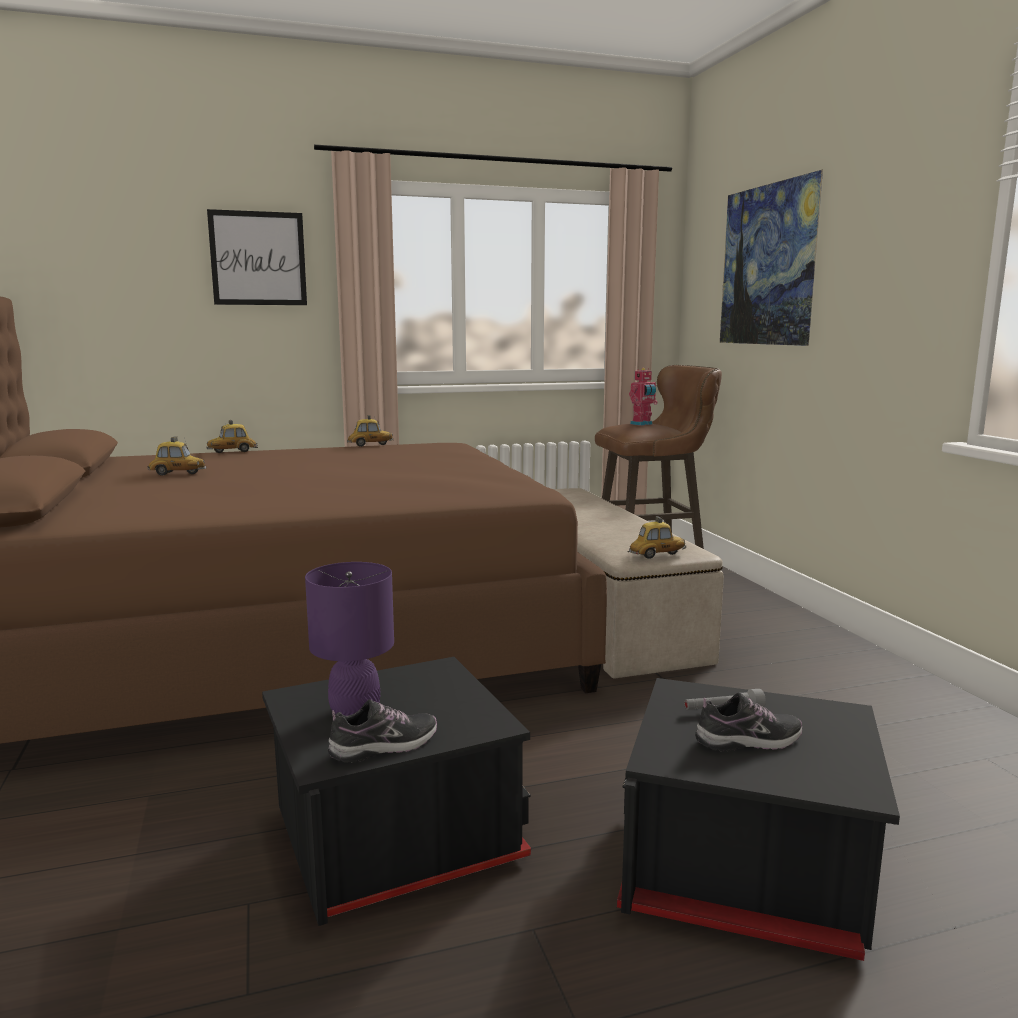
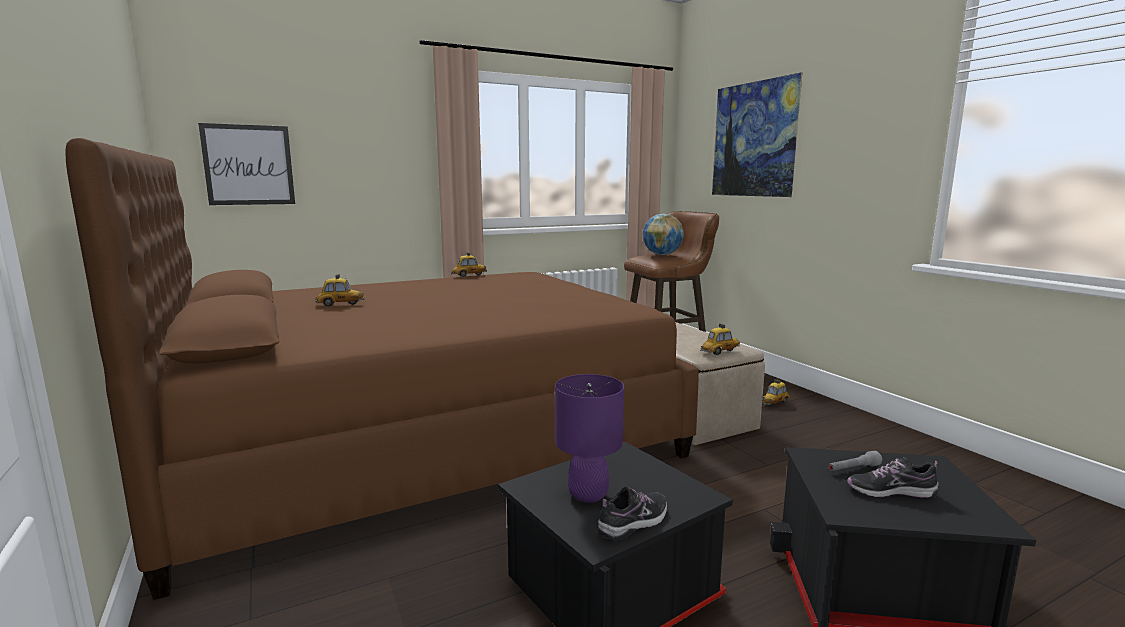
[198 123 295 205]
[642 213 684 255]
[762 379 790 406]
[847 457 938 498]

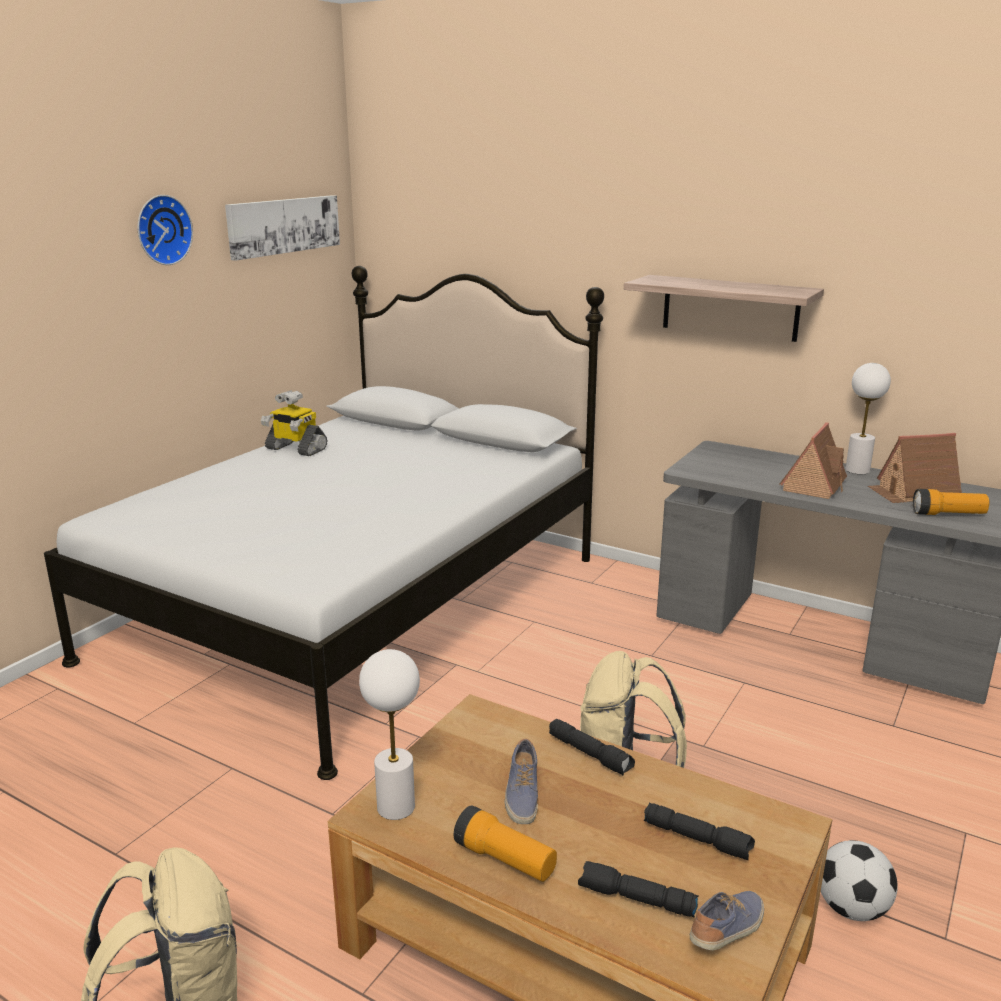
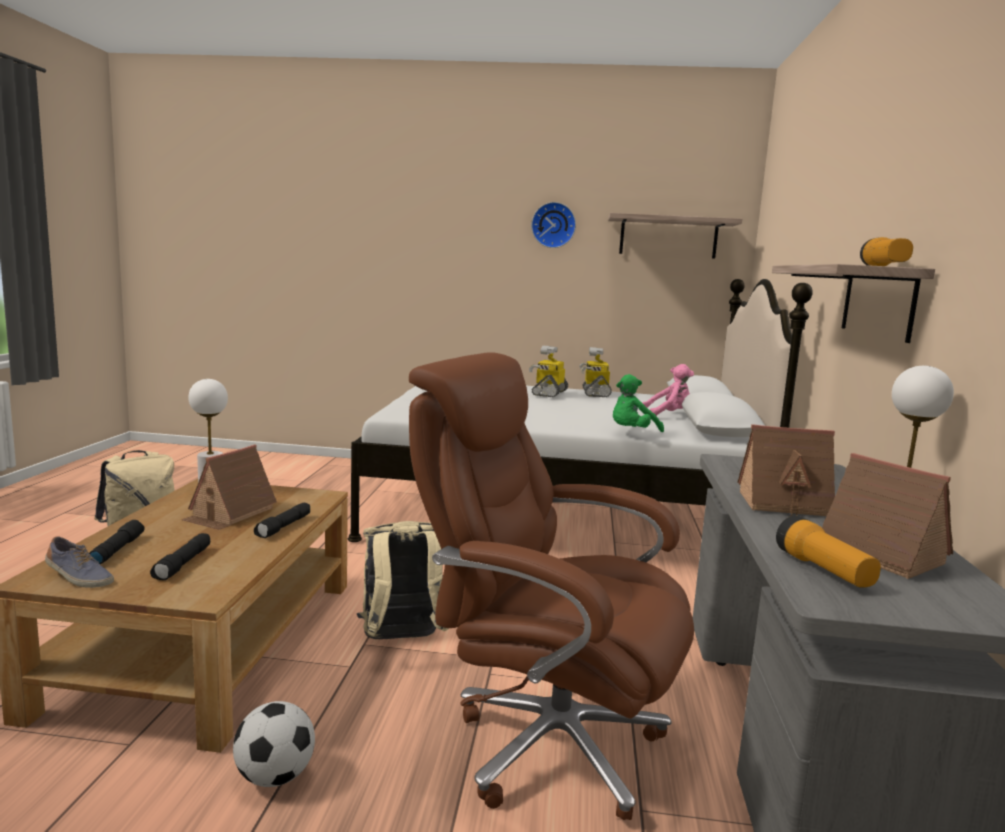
[182 444 277 530]
[409 352 694 820]
[529 346 568 397]
[608 213 742 259]
[613 374 664 432]
[642 364 694 416]
[860 237 913 266]

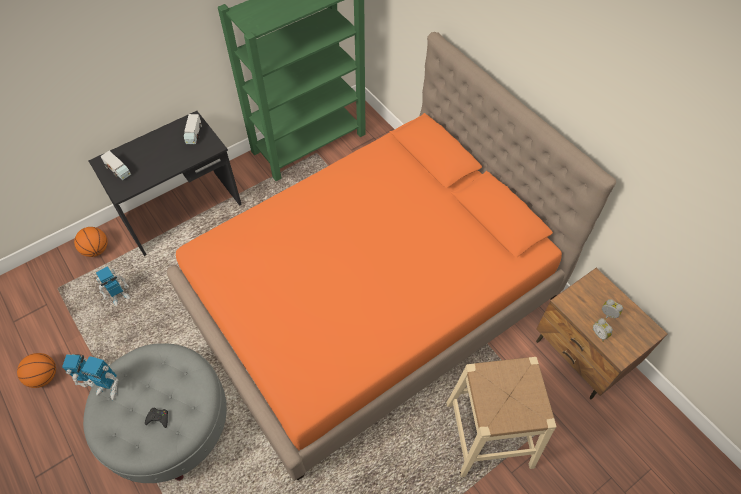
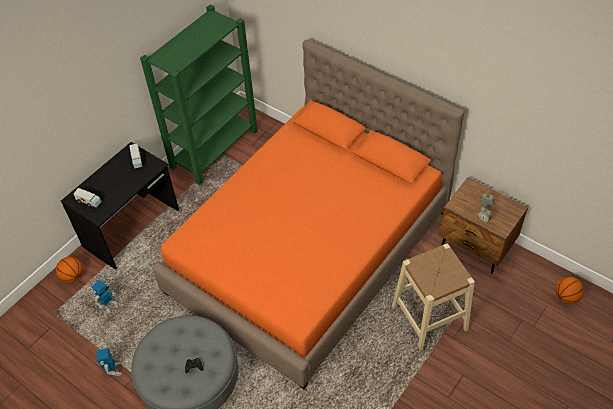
[555 277 584 304]
[81 356 118 400] (first image)

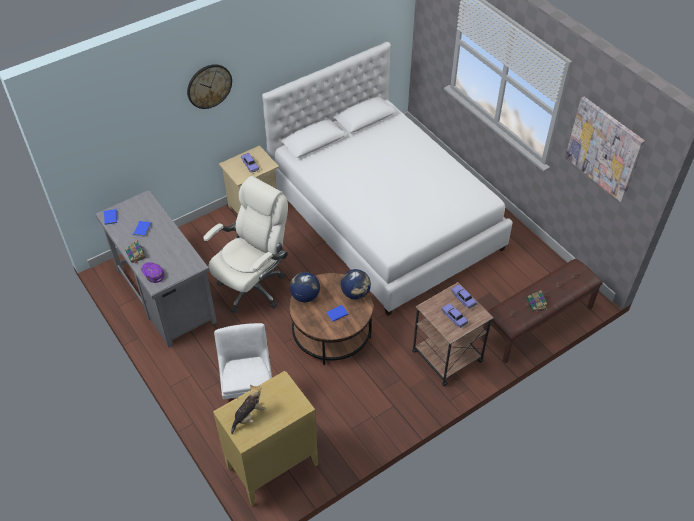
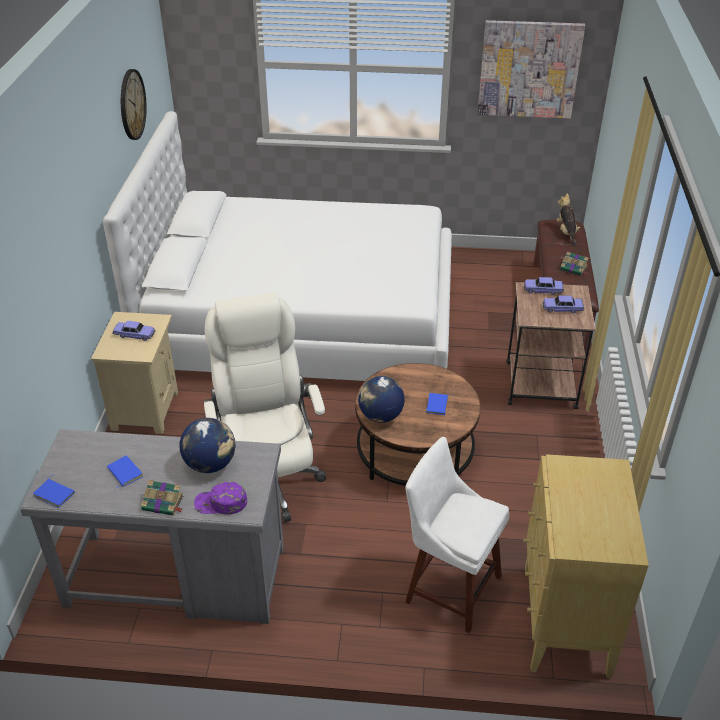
[121 69 147 140]
[180 418 235 473]
[556 193 580 246]

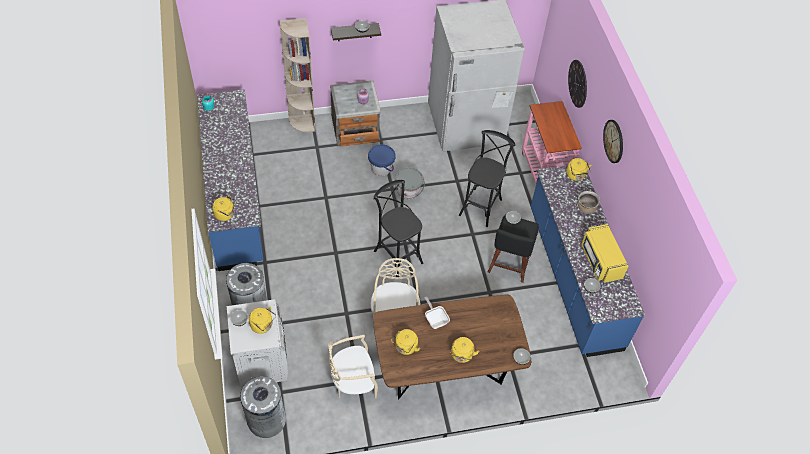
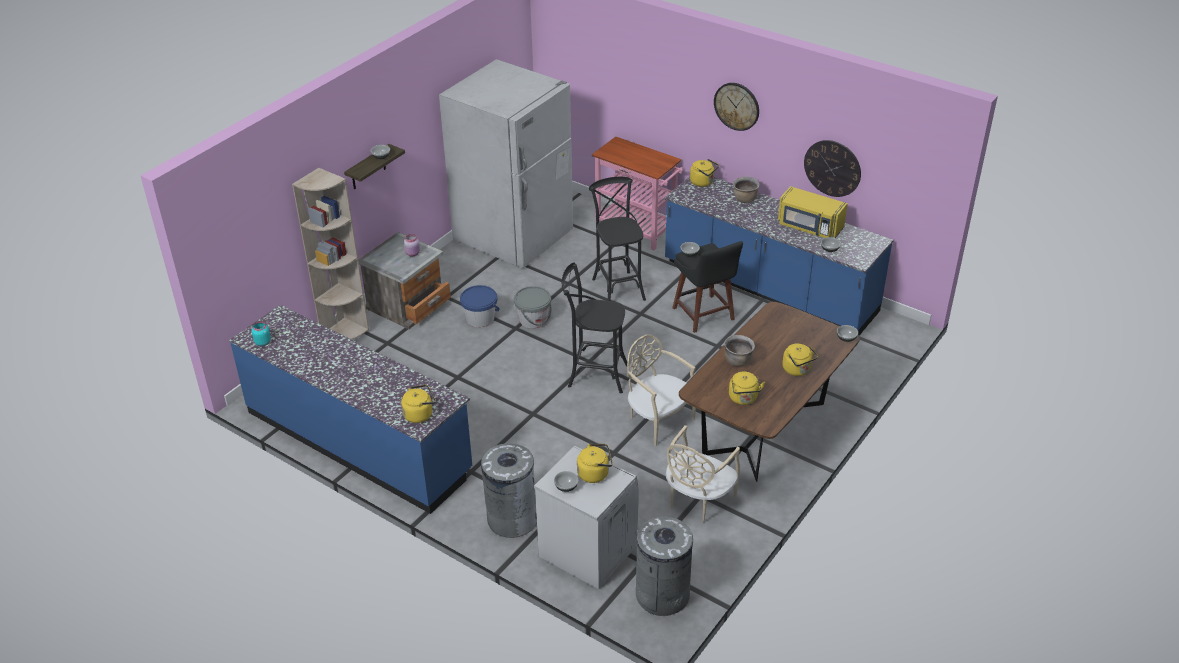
[724 335 755 366]
[804 140 861 197]

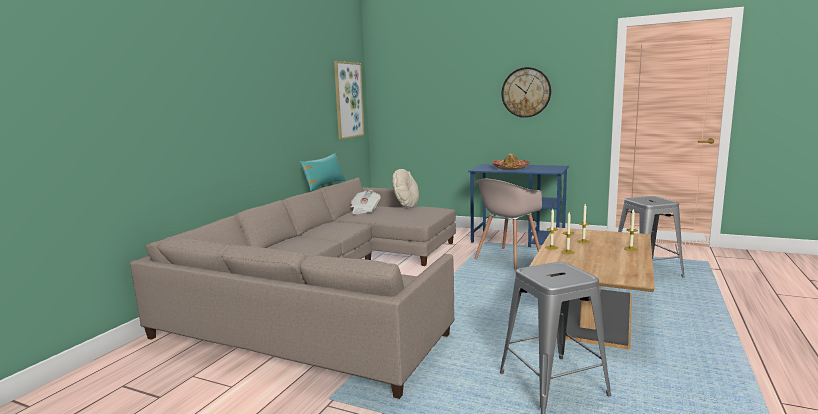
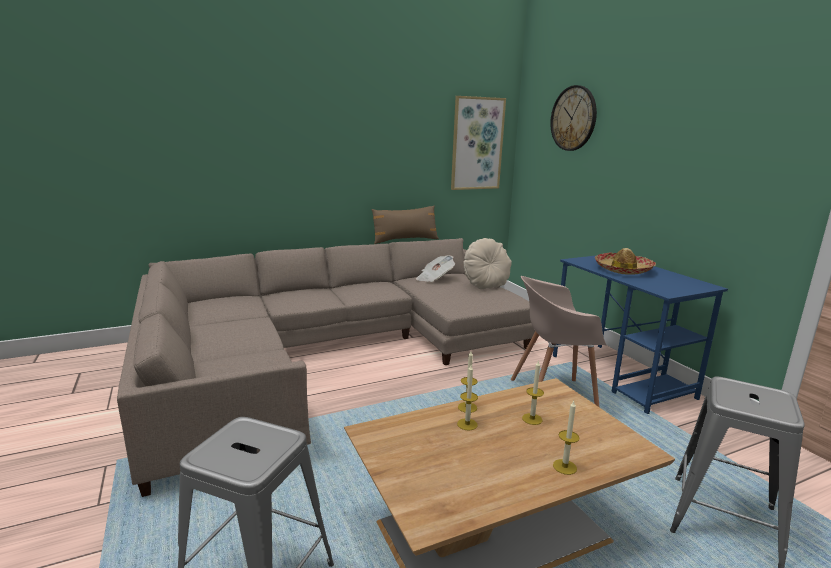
[371 205 439 244]
[550 85 597 151]

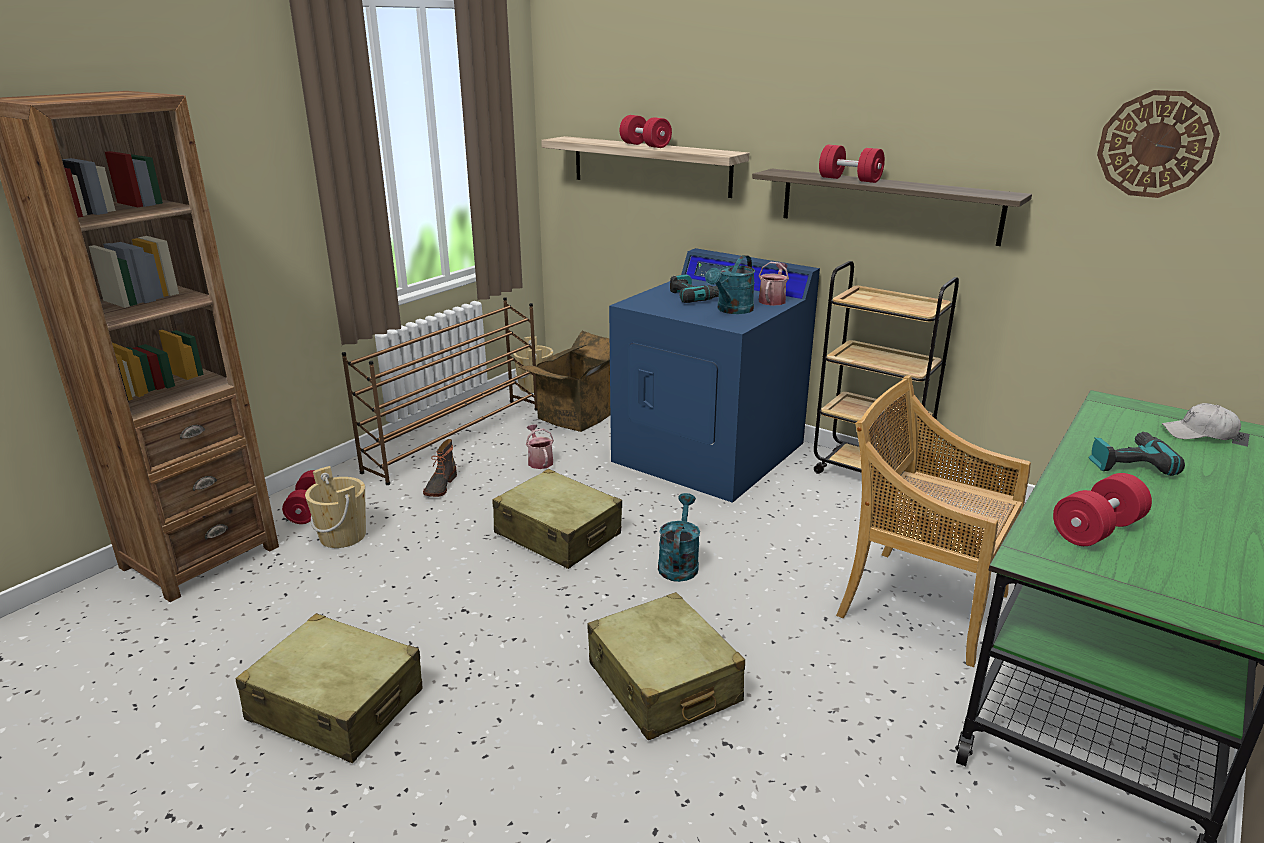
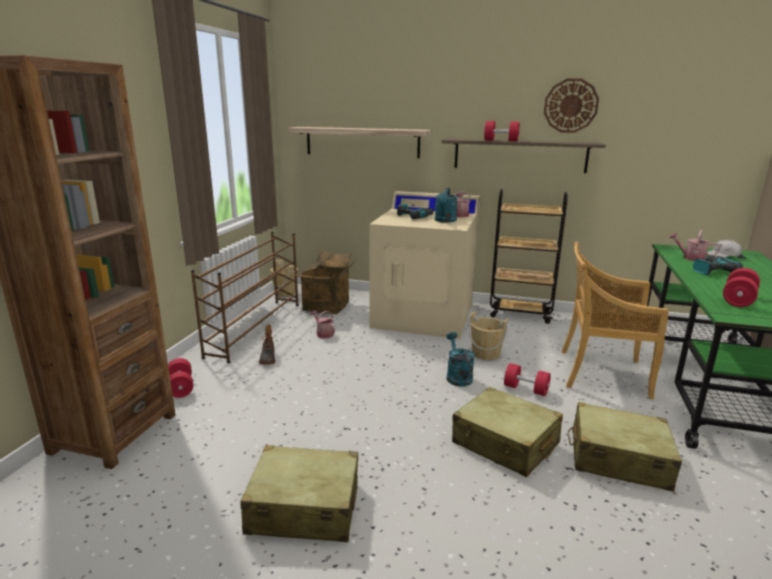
[369 191 480 339]
[469 312 508 360]
[504 363 551 396]
[544 79 599 133]
[568 402 682 492]
[668 230 721 261]

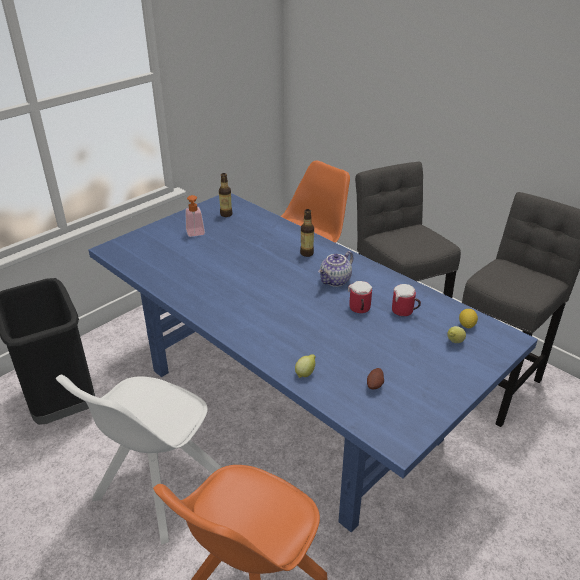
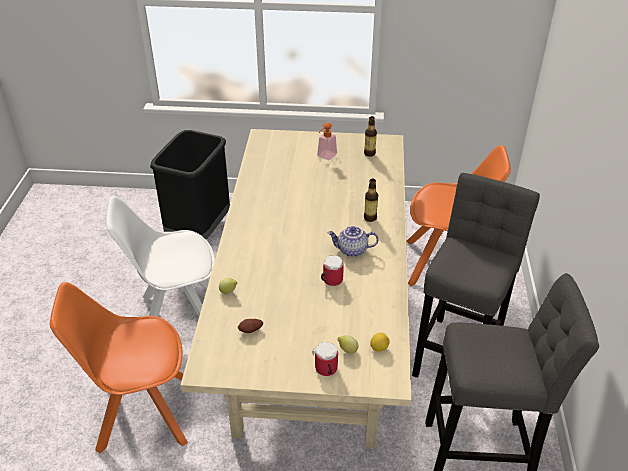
[181 129 412 448]
[312 342 338 376]

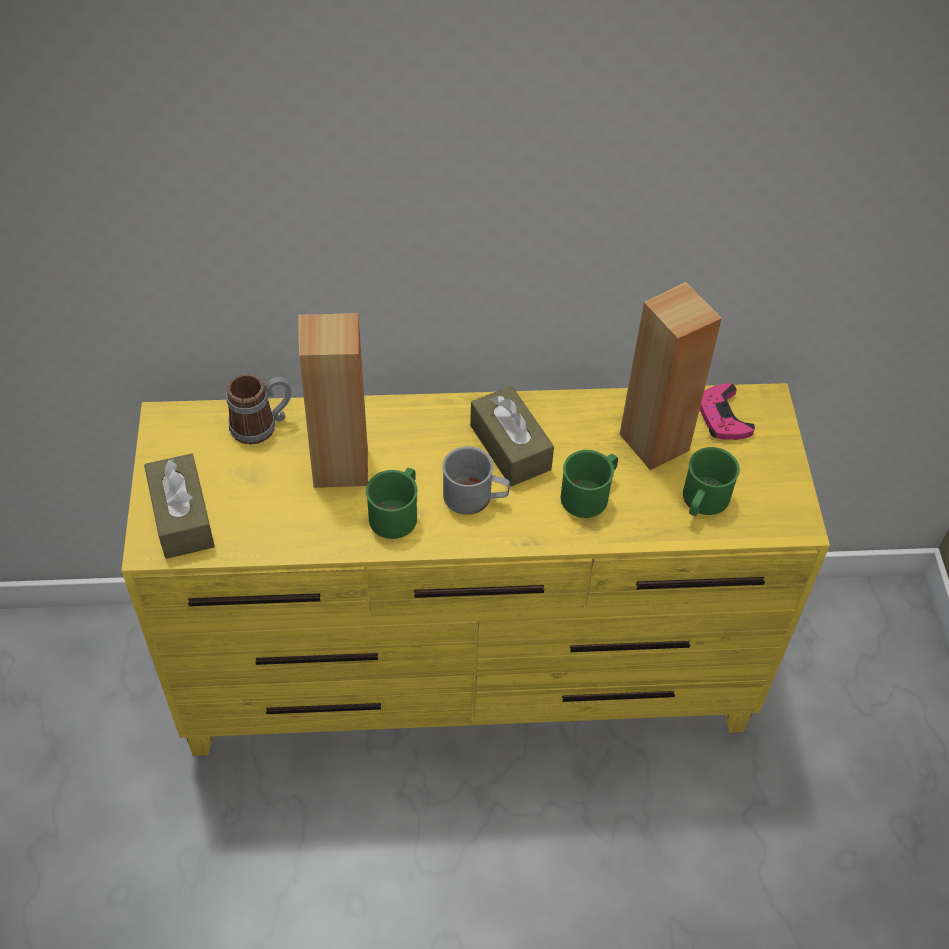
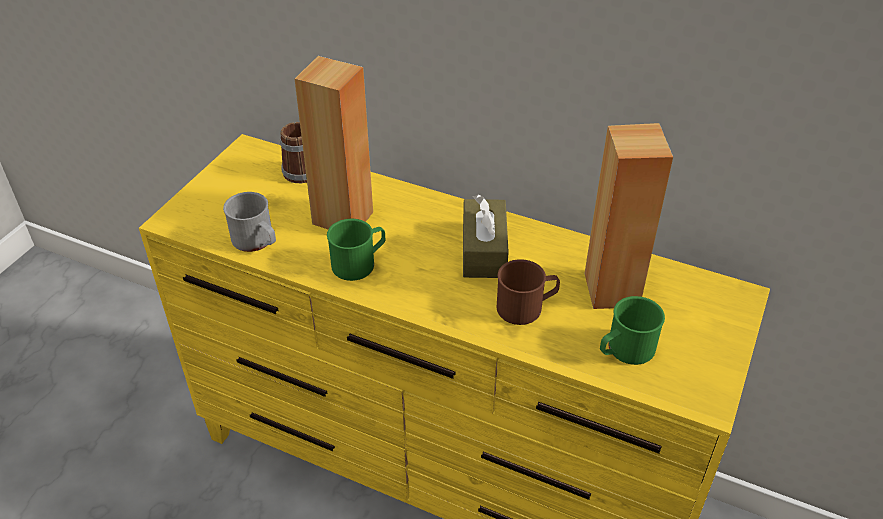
[223 192 276 252]
[497 259 560 325]
[144 454 215 559] (first image)
[700 383 755 440] (first image)

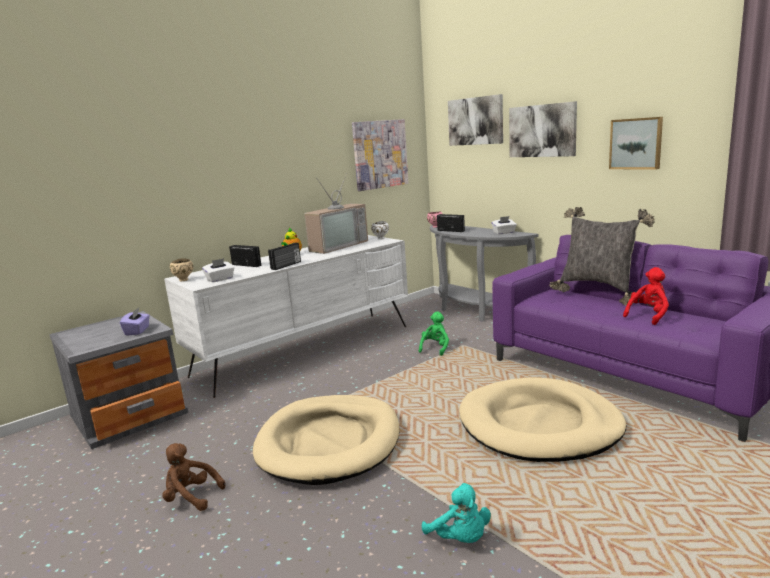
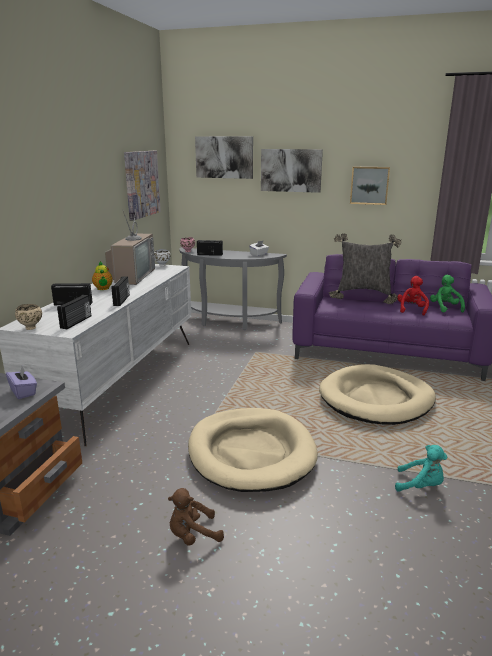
[57 295 91 329]
[430 275 465 313]

